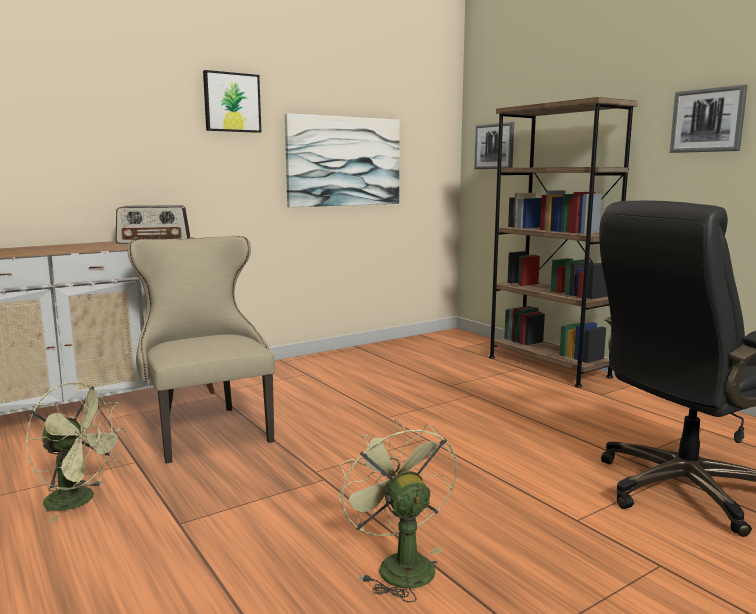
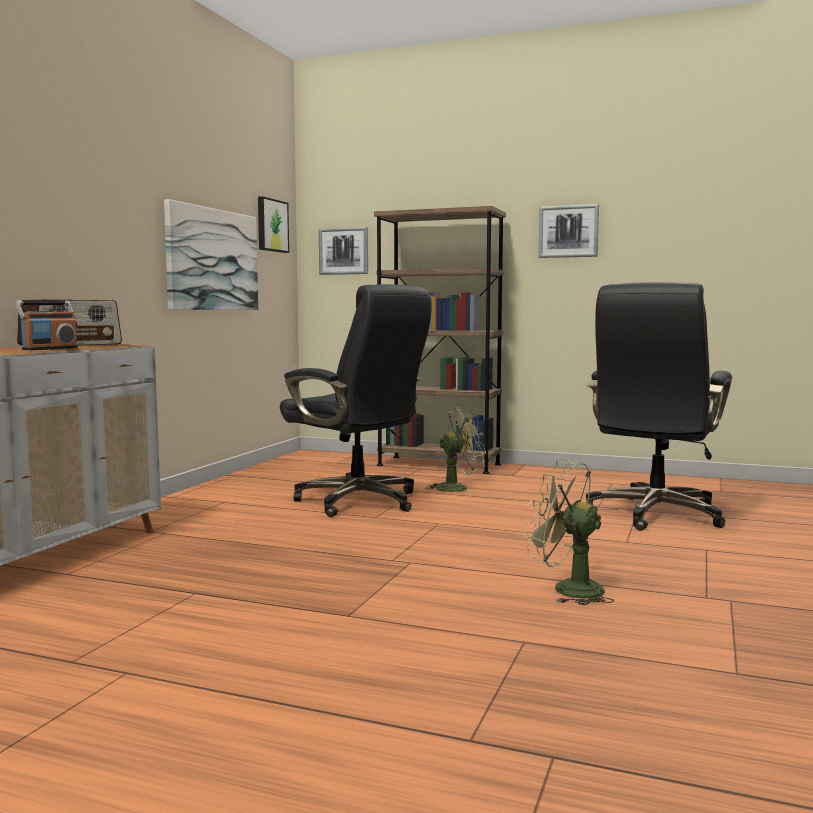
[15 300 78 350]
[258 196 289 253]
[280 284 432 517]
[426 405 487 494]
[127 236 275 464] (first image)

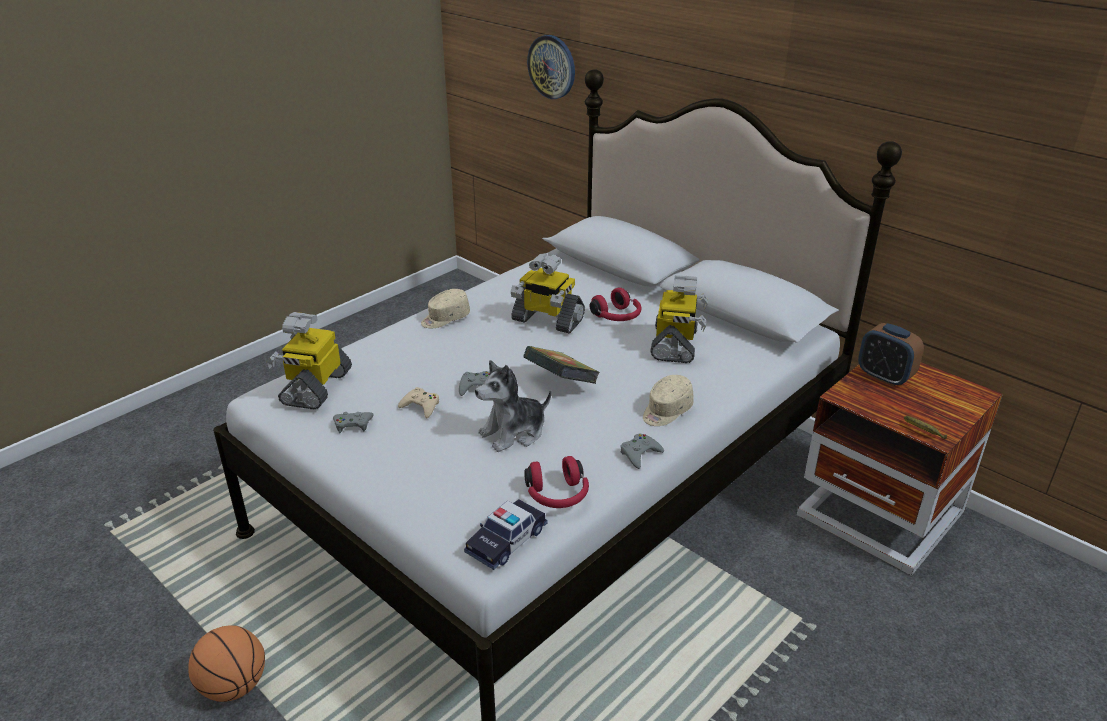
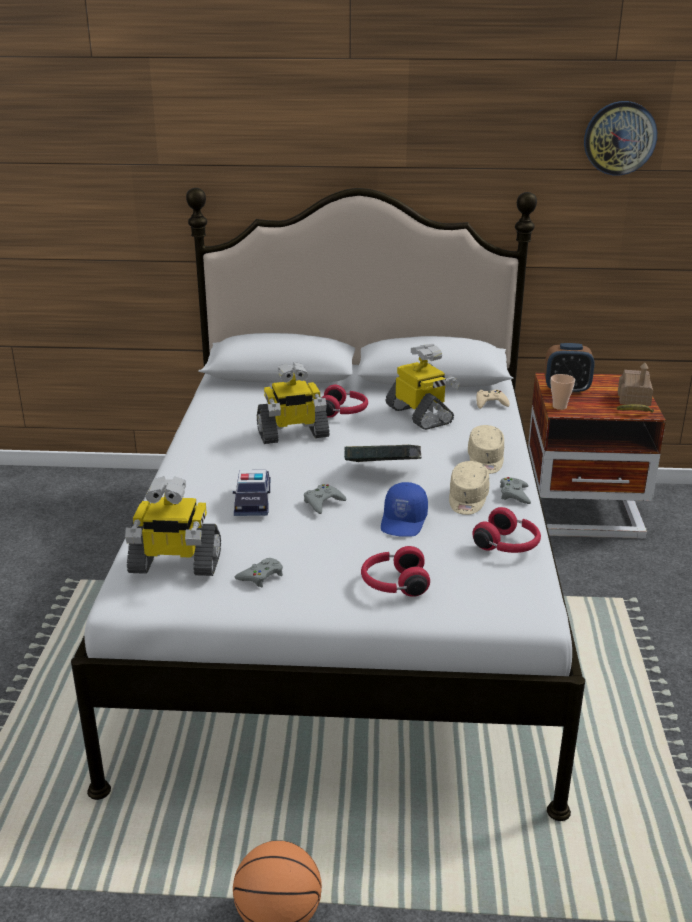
[125 476 221 576]
[233 470 271 516]
[361 546 430 597]
[381 482 428 537]
[449 461 490 515]
[476 390 510 409]
[551 374 575 410]
[584 101 657 175]
[618 362 653 406]

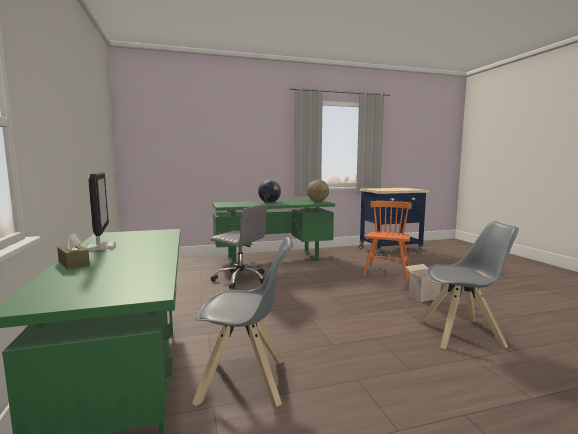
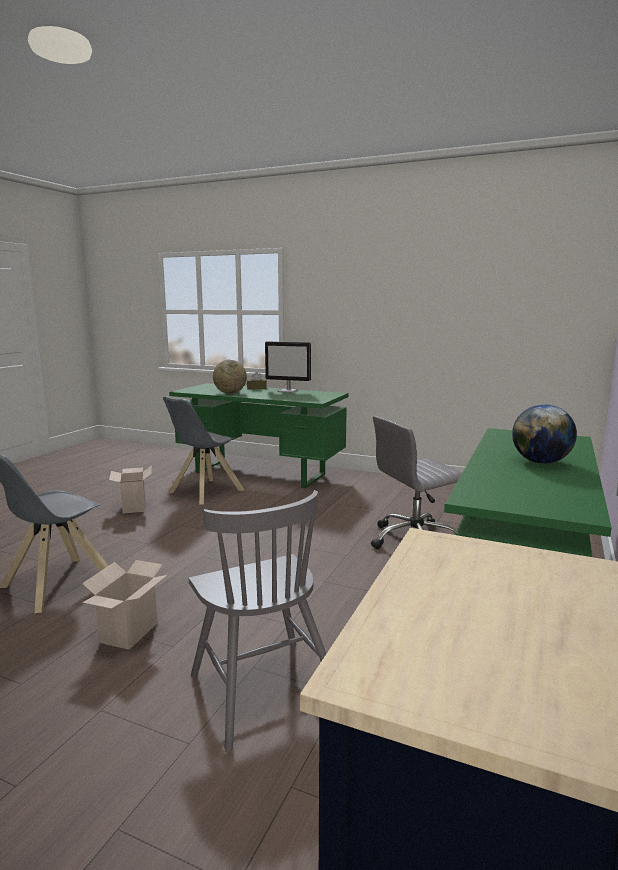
[109 465 152 514]
[188 490 327 751]
[213 360 247 394]

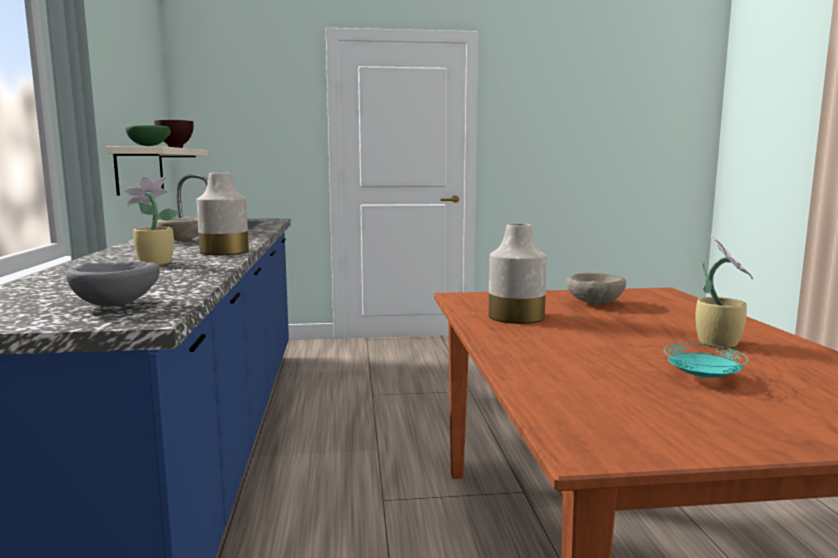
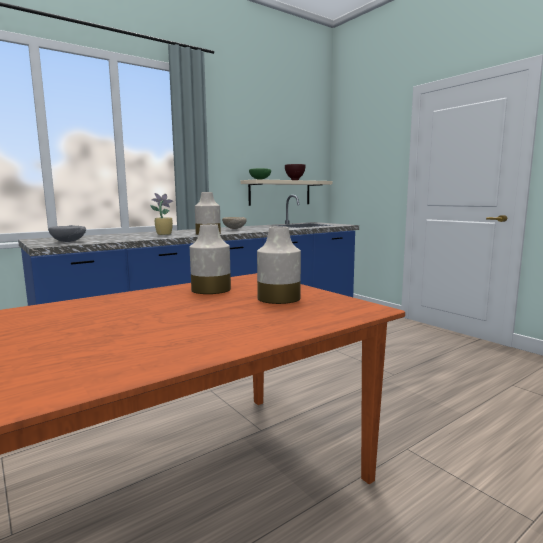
[257 226 301 304]
[664 343 748 379] (first image)
[695 235 753 348] (first image)

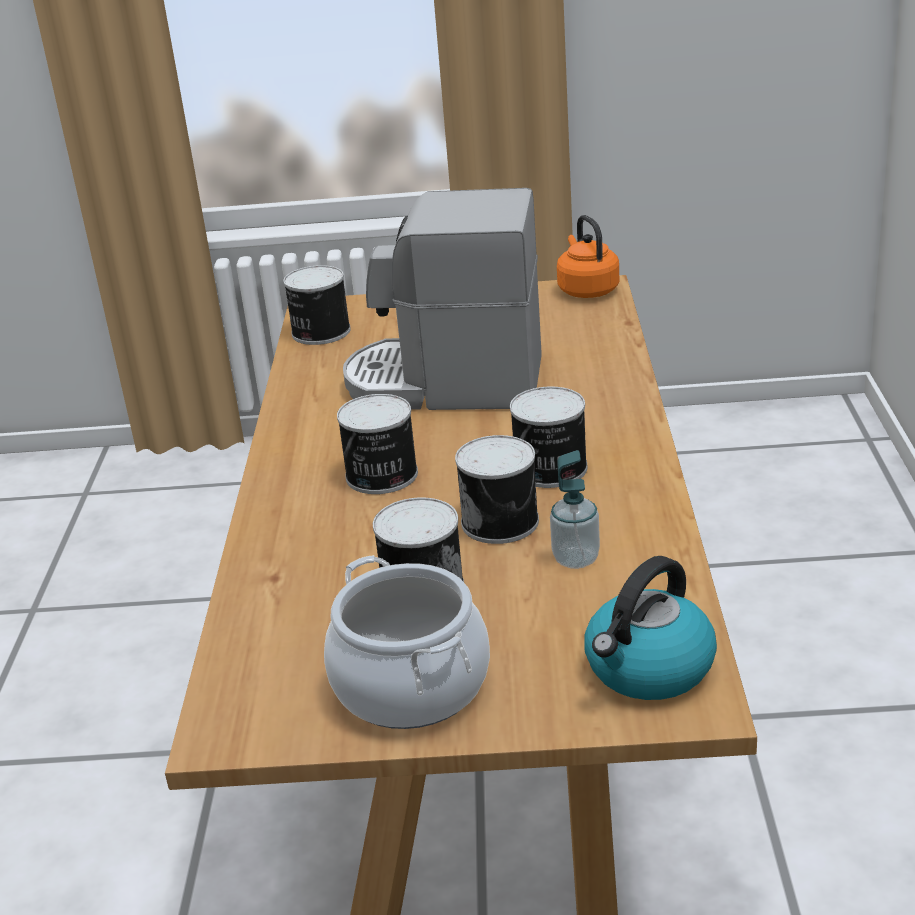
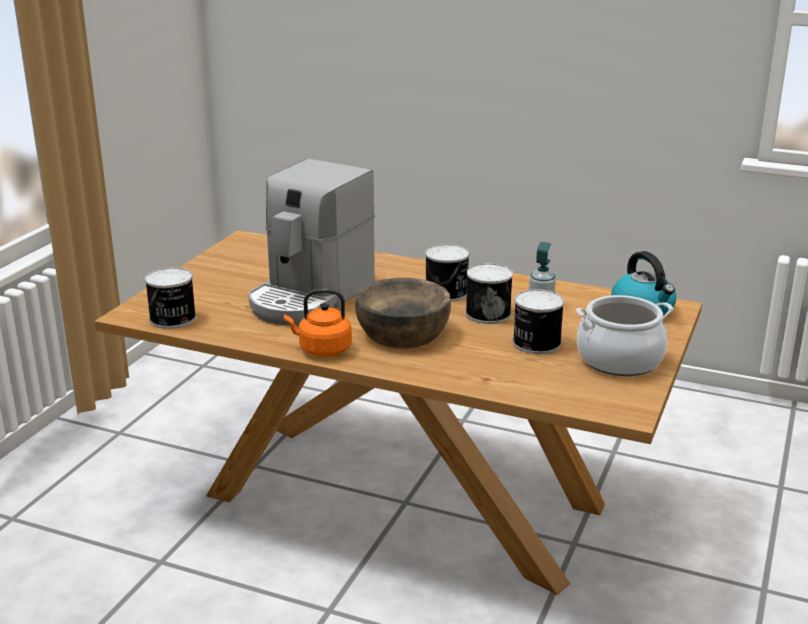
[284 289 352 357]
[355 278 451 349]

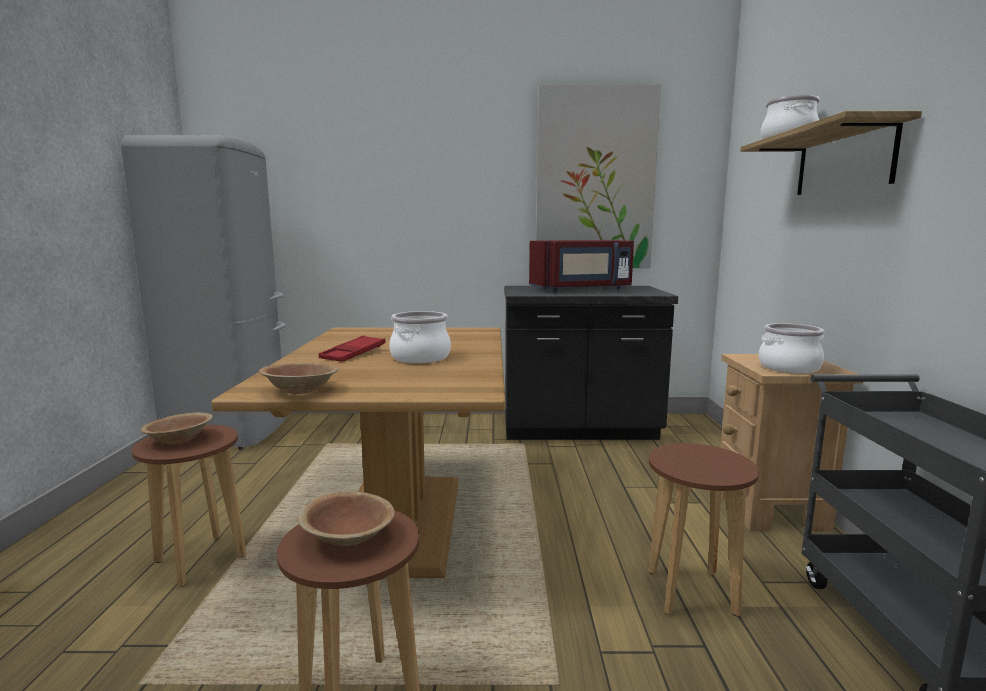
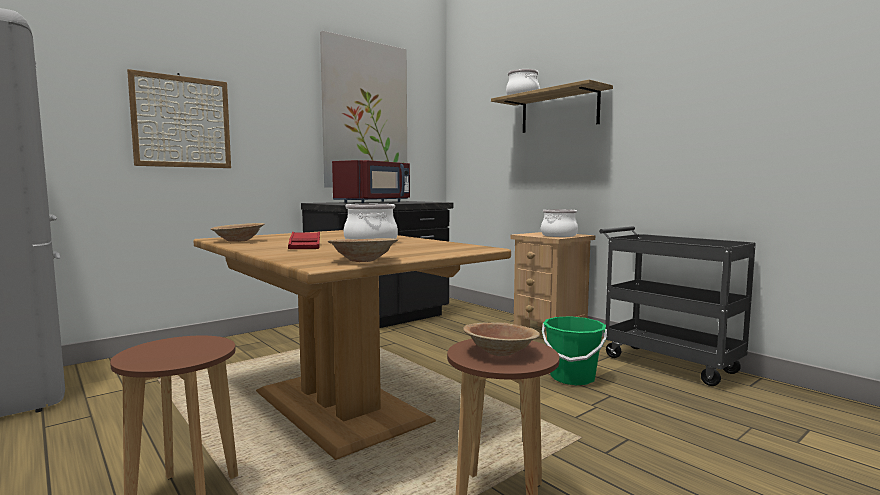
[127 69 231 168]
[211 223 265 242]
[542 316 607 385]

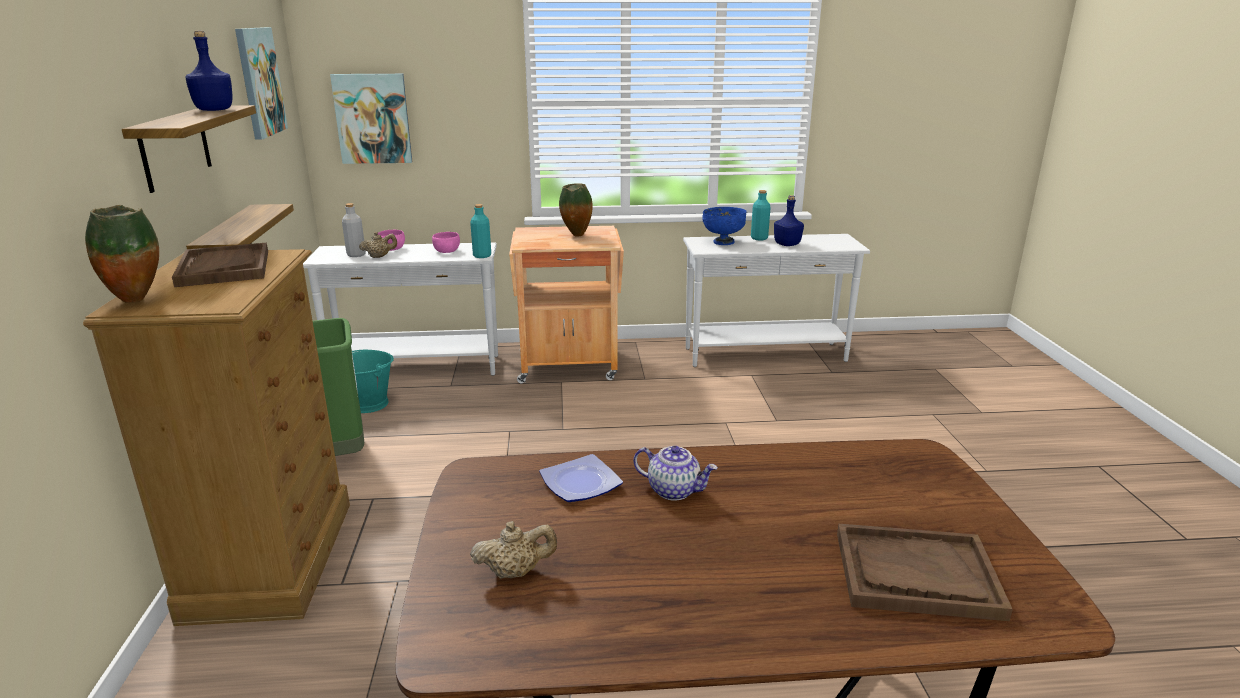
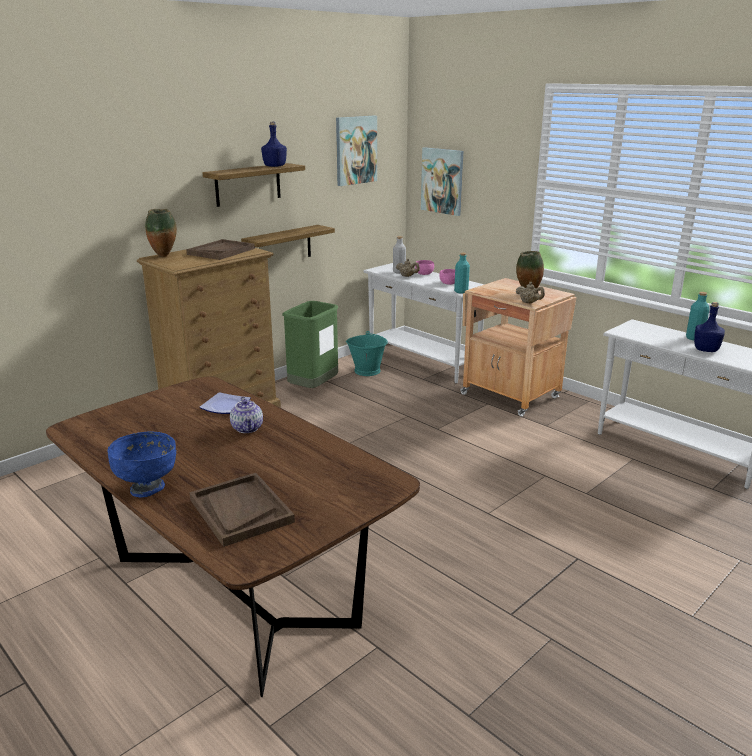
[107 431 176 497]
[516 282 545 303]

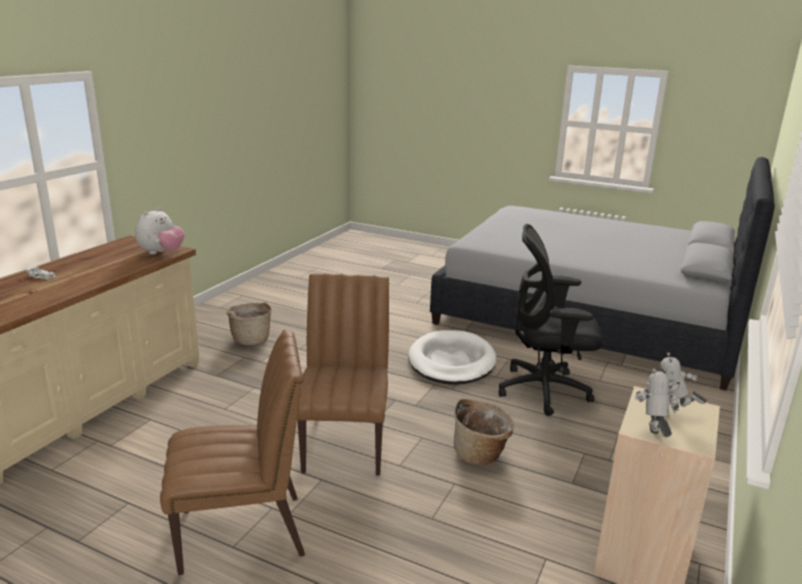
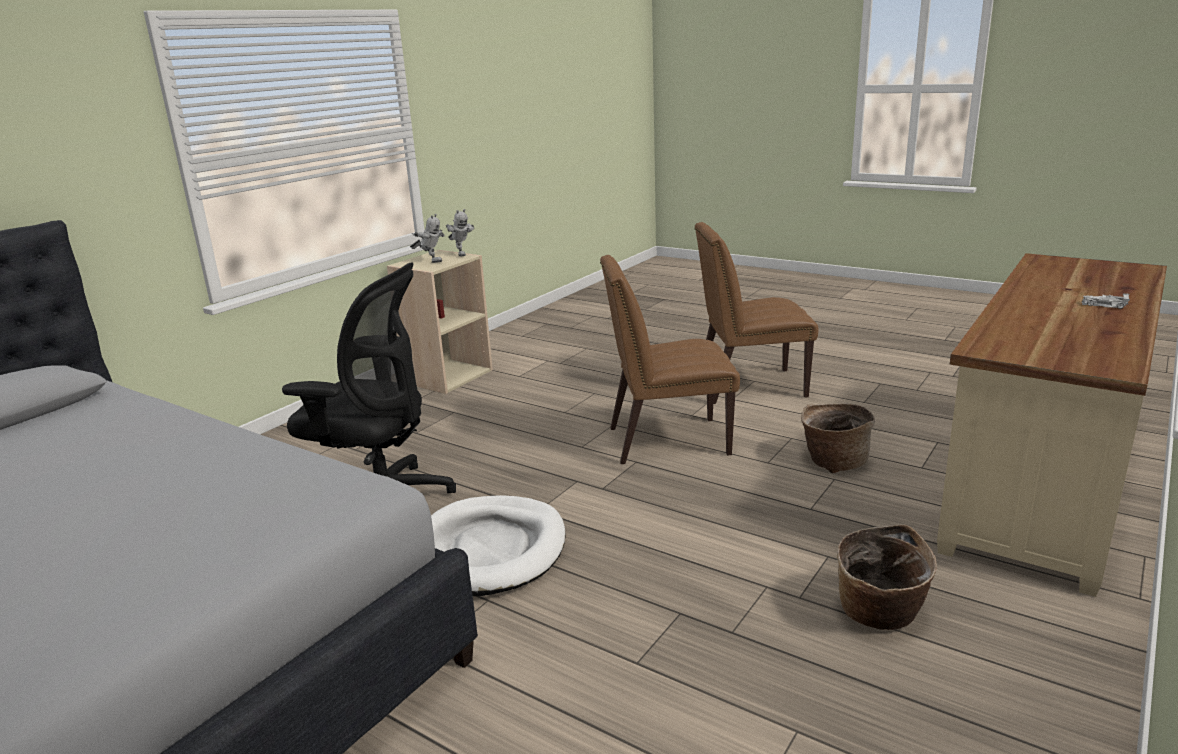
[446 209 474 256]
[600 255 740 464]
[801 403 875 473]
[135 208 185 255] (first image)

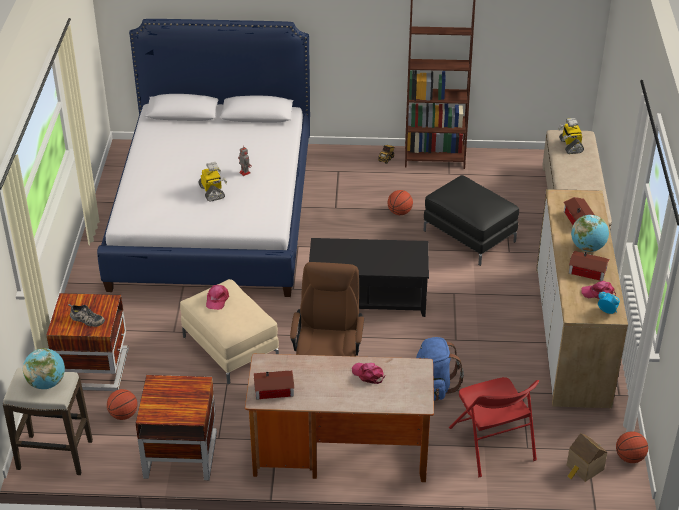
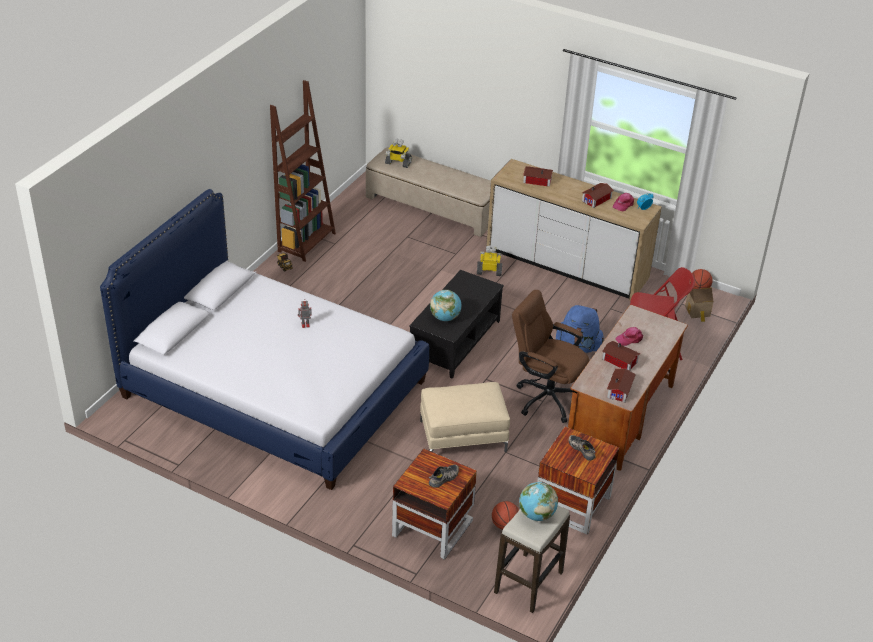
[430 290 461 321]
[477 245 502 276]
[569 435 596 461]
[602 341 640 371]
[206 285 229 310] (first image)
[387 190 413 215] (first image)
[423 175 519 266] (first image)

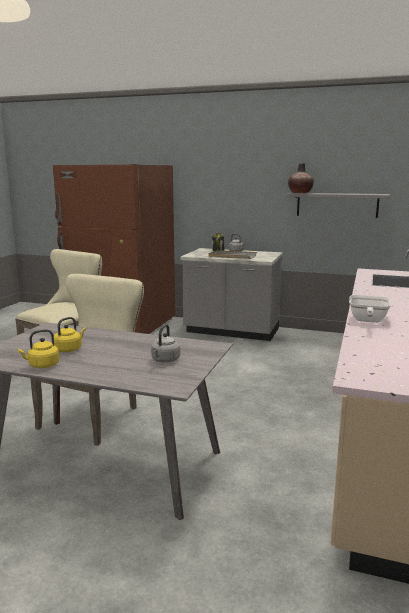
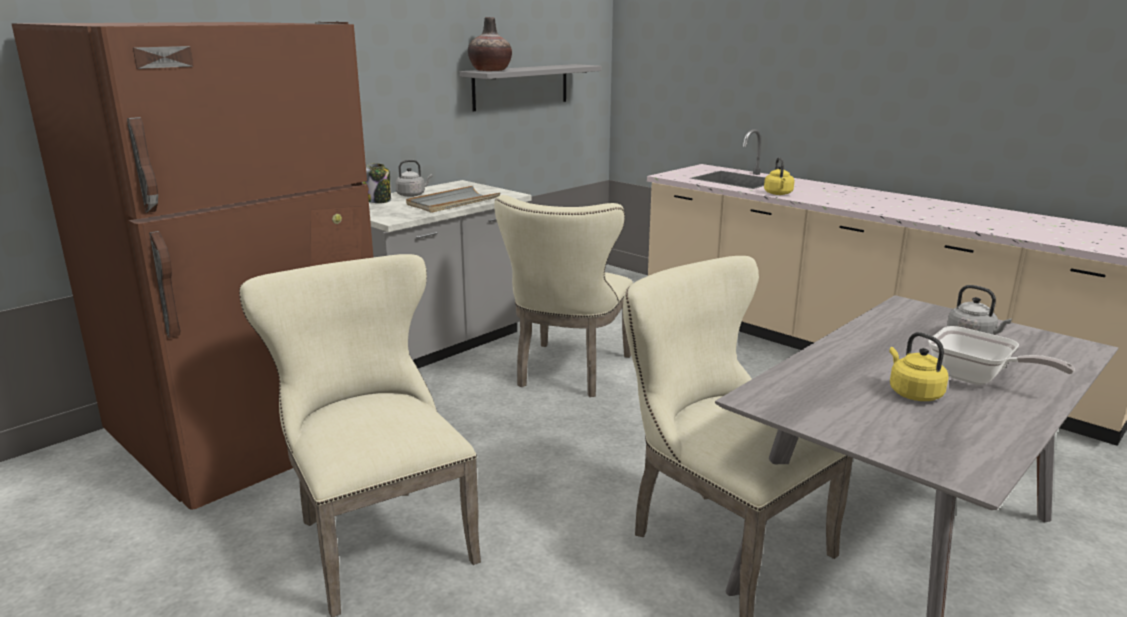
[494 195 633 397]
[764 157 794 195]
[928 326 1075 385]

